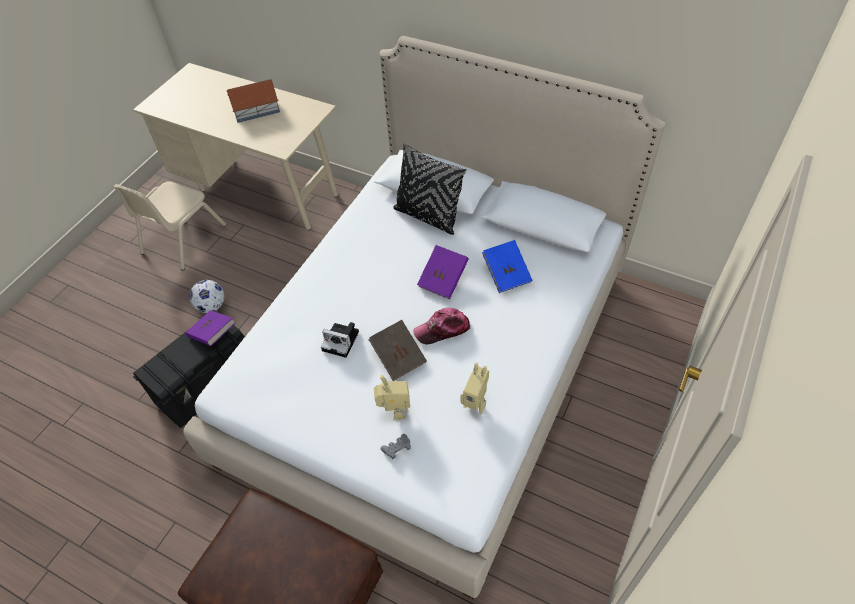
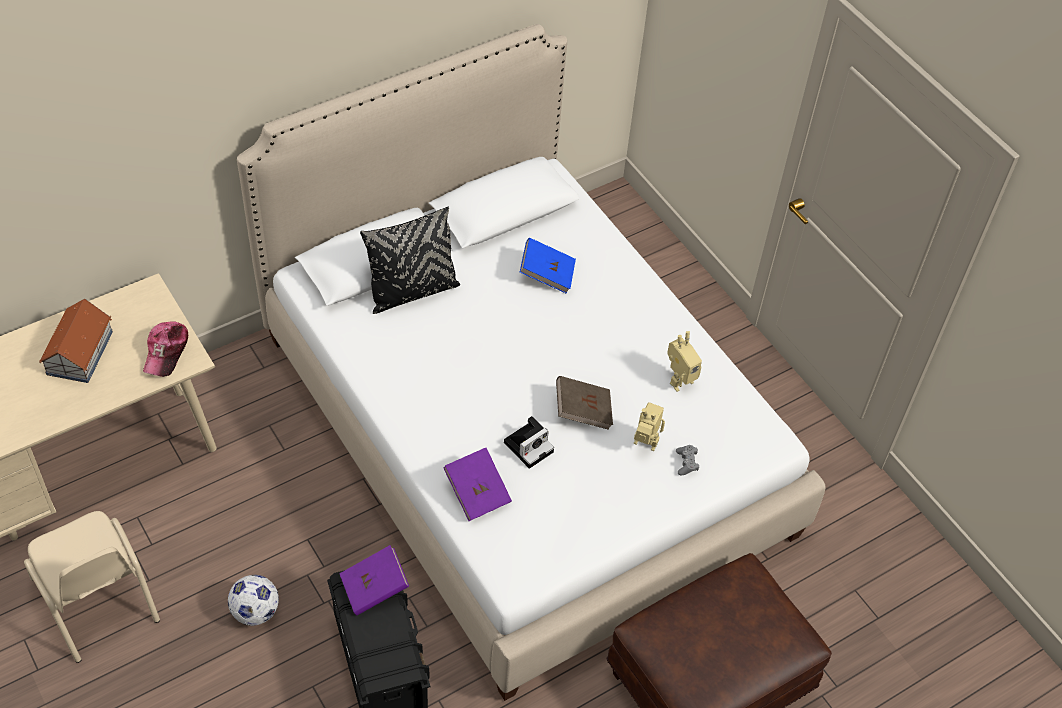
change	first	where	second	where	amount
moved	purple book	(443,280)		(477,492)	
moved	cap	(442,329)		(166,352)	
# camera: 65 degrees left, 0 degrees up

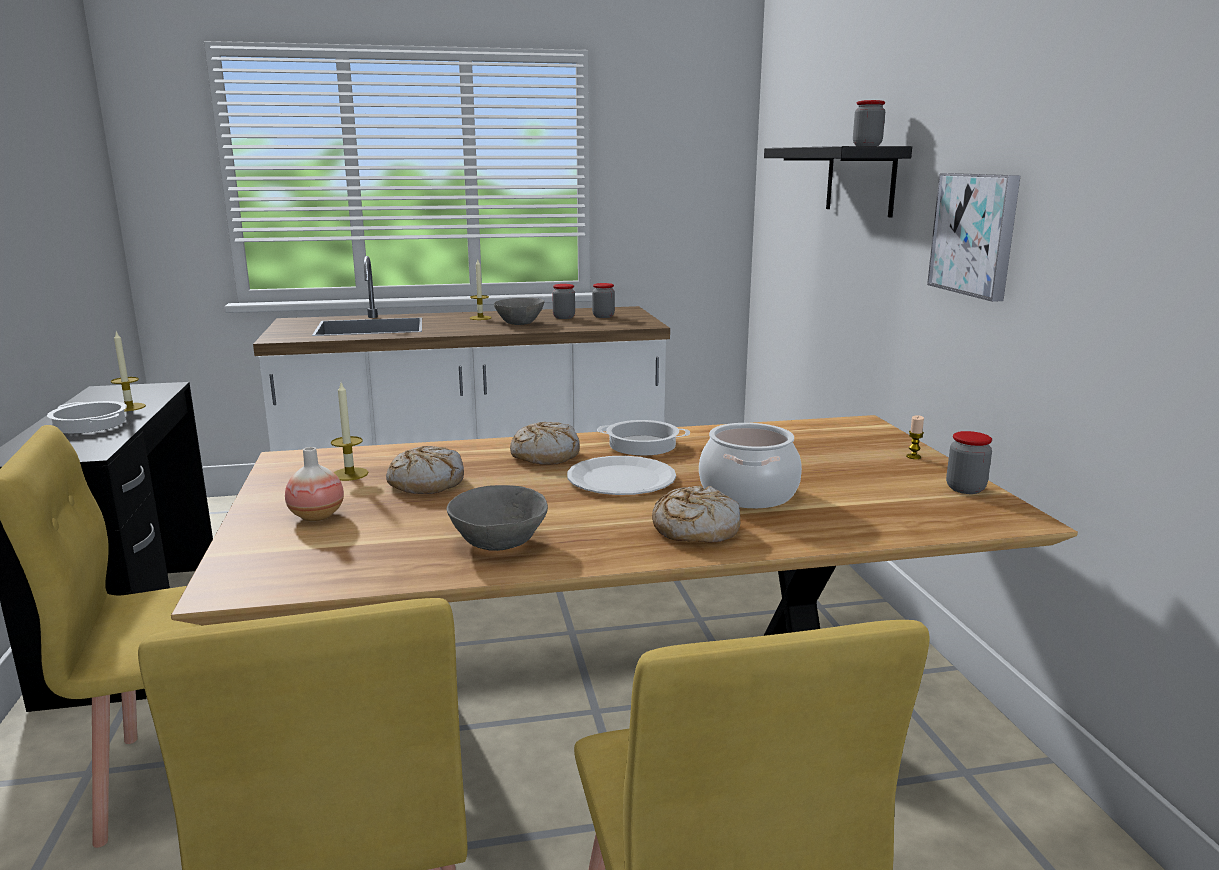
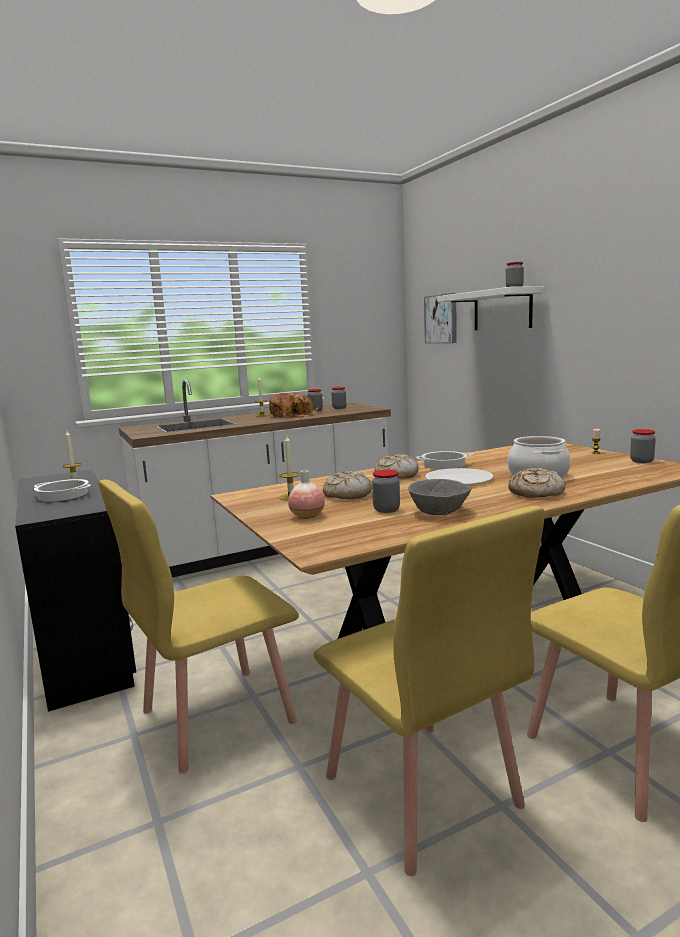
change	first	where	second	where	amount
recoloured	black shelf	(860,180)	white shelf	(502,310)	
moved	picture	(975,234)		(441,319)	
replaced	grey bowl	(519,323)	bread	(293,415)	
added			jar	(386,510)	
# camera: 15 degrees left, 5 degrees down

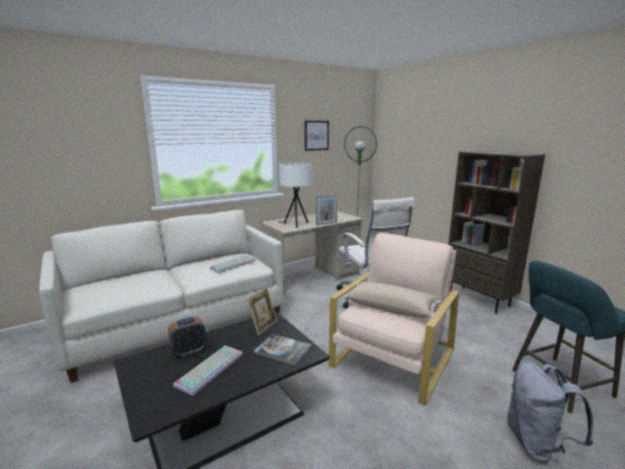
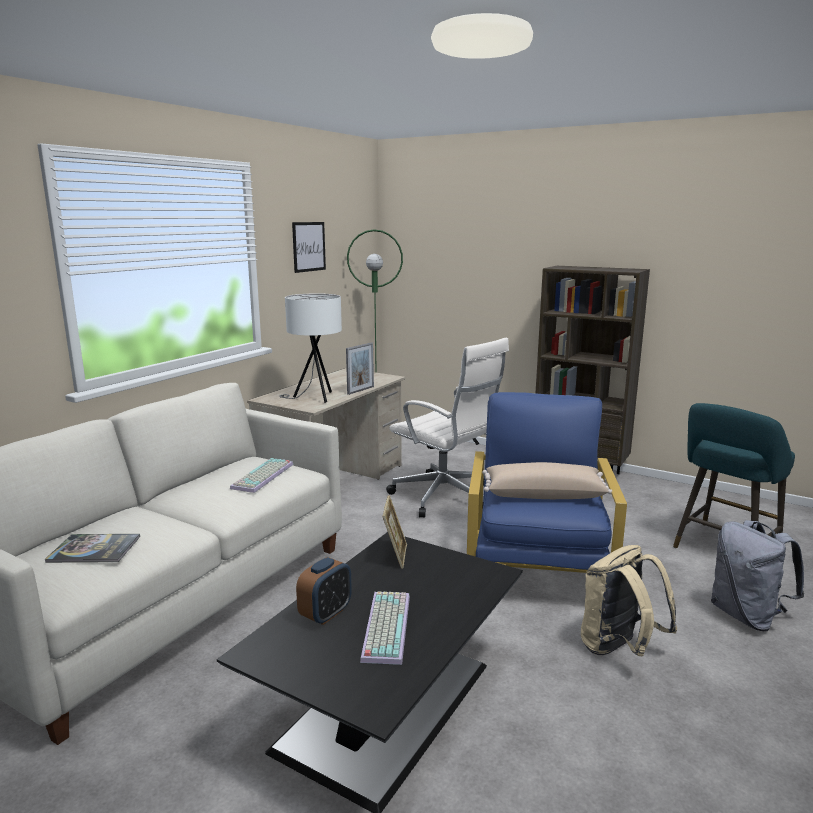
change	first	where	second	where	amount
recoloured	beige armchair	(392,358)	blue armchair	(536,567)	
moved	book	(283,350)		(94,549)	
added			beige backpack	(618,649)	
# camera: 25 degrees left, 0 degrees up

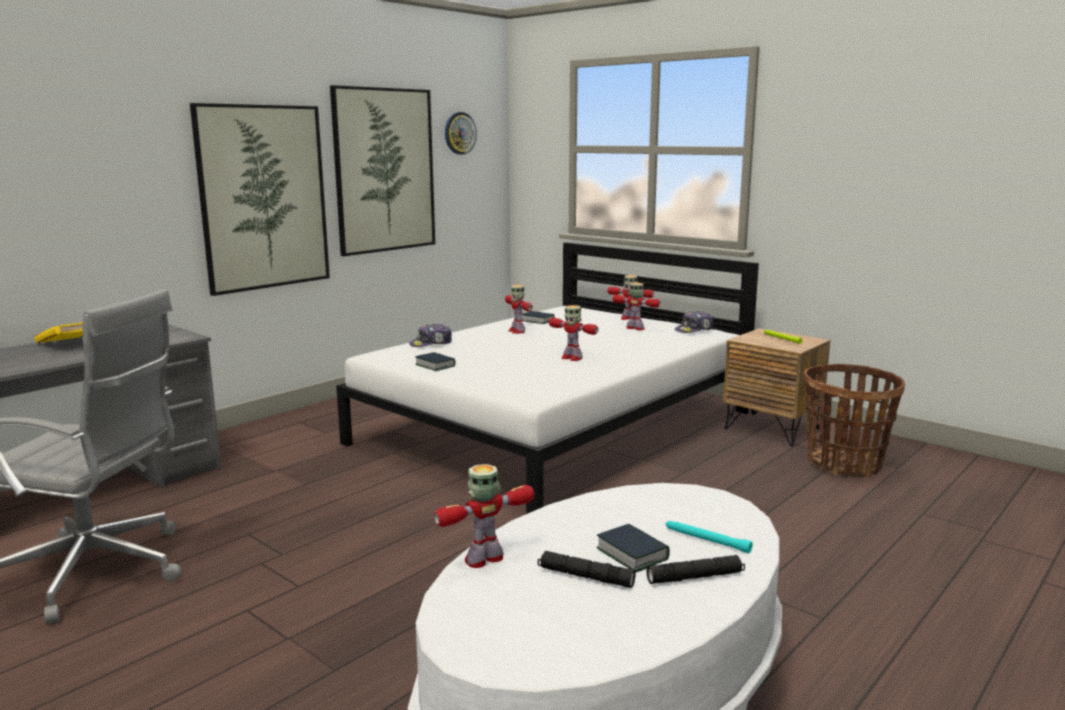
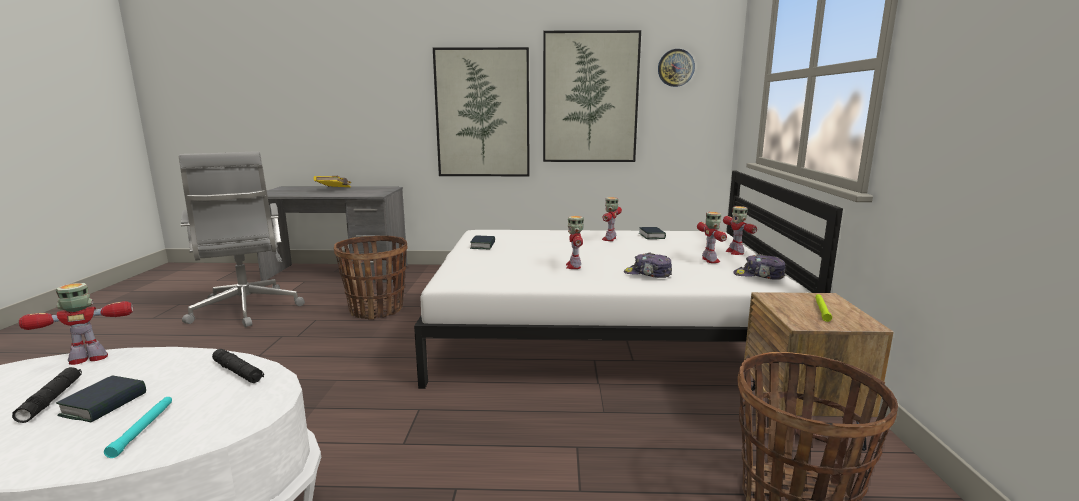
change	first	where	second	where	amount
moved	cap	(431,344)		(647,274)	
turned	toy robot	(485,559)		(90,358)	45 degrees counterclockwise
moved	black flashlight	(695,577)		(238,372)	
added			basket	(376,309)	
# camera: 50 degrees right, 0 degrees up

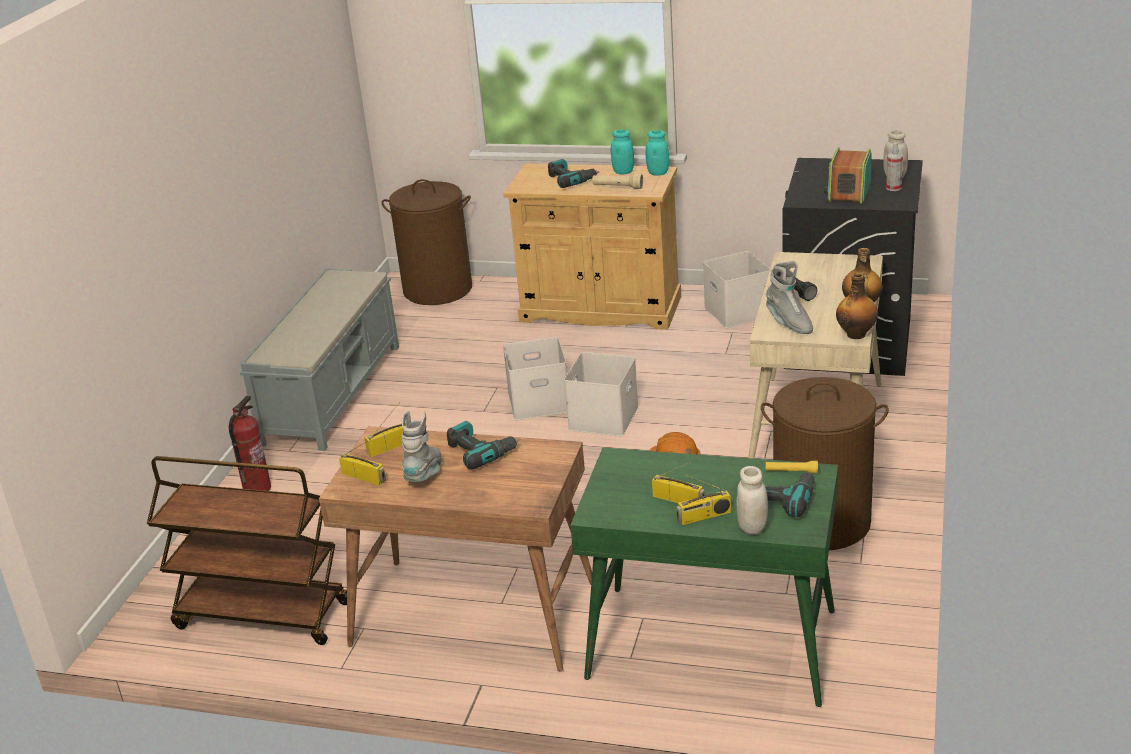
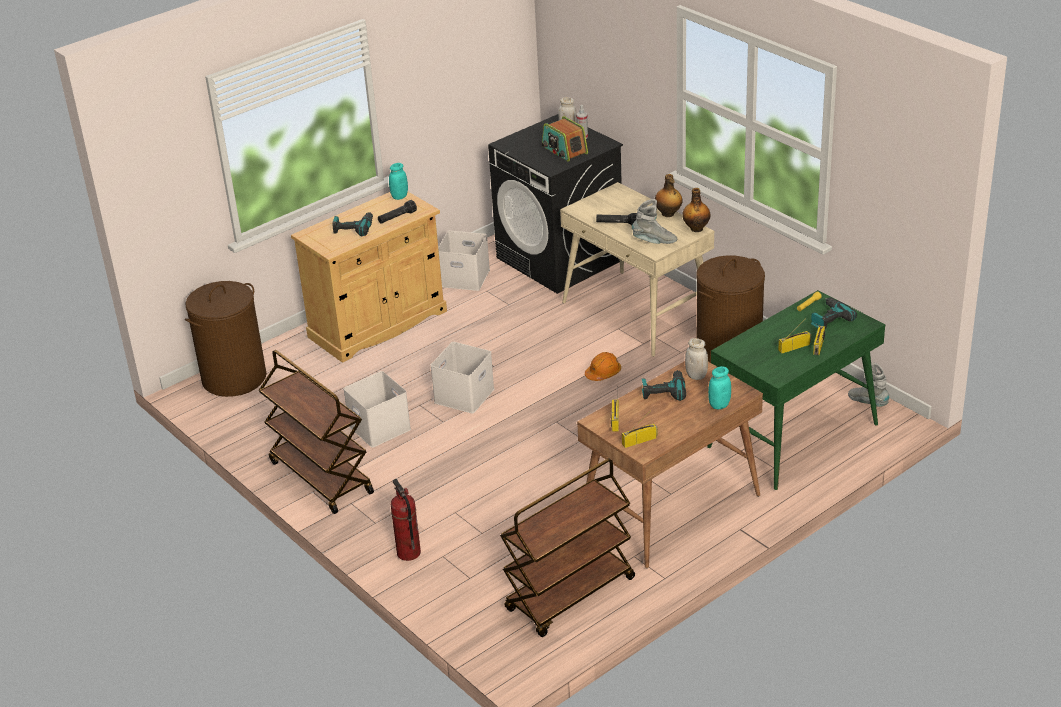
change	first	where	second	where	amount
moved	turquoise jar	(623,172)		(719,405)	
recoloured	beige flashlight	(617,187)	black flashlight	(397,218)	
replaced	grey bench	(333,393)	brown cart	(320,477)	
moved	white storage box	(602,417)		(378,427)	
moved	grey boot	(426,474)		(868,403)	
moved	white jar	(752,527)		(696,376)	
# camera: 55 degrees left, 5 degrees up

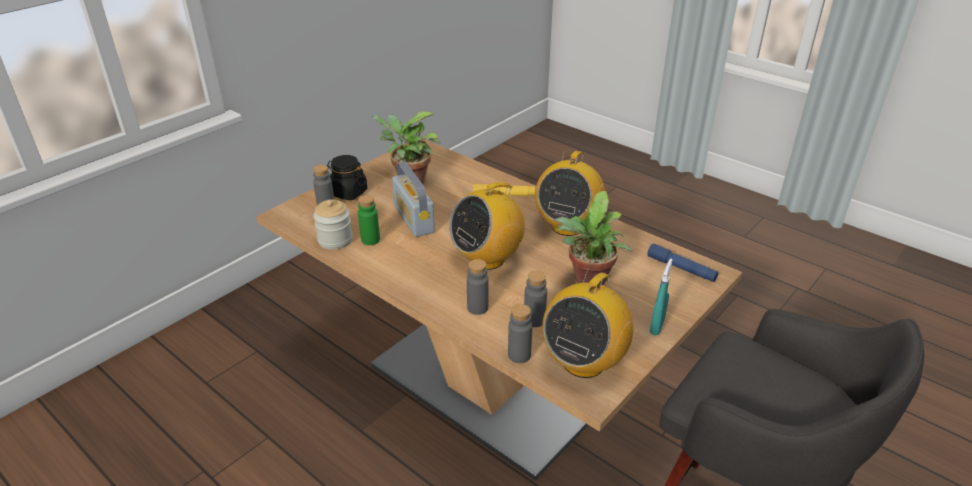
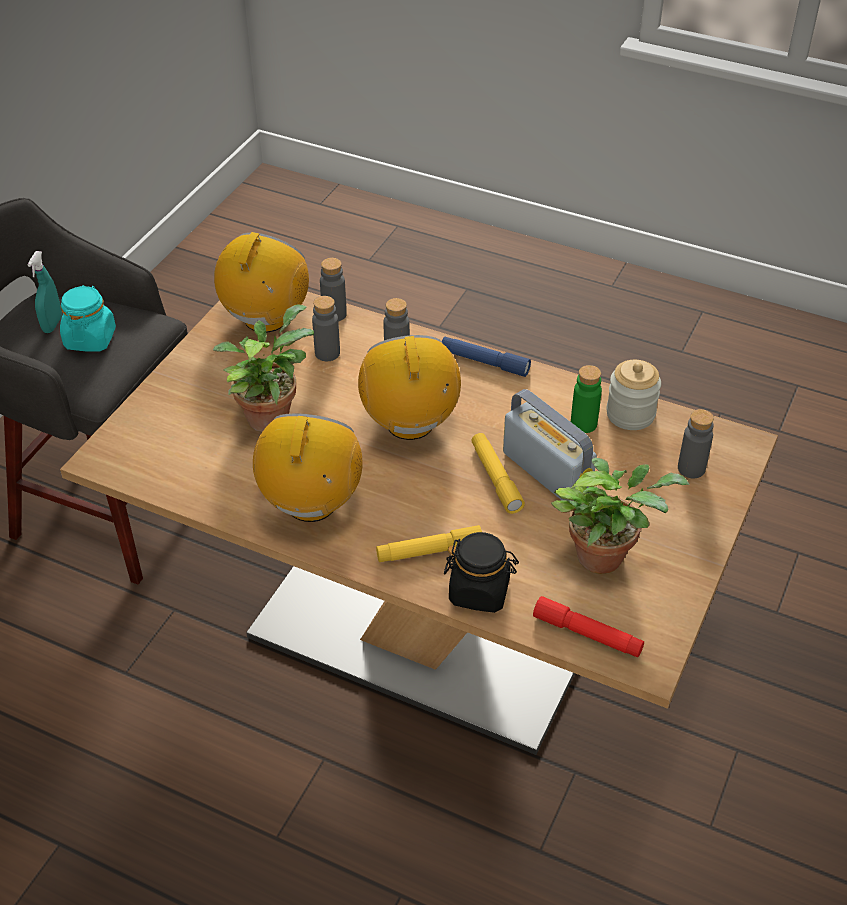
change	first	where	second	where	amount
moved	black jar	(348,192)		(479,591)	
turned	radio	(487,259)		(410,424)	45 degrees counterclockwise
moved	blue flashlight	(681,268)		(484,362)	
moved	turquoise spray bottle	(657,327)		(52,324)	
added			turquoise jar	(90,339)	
added			yellow flashlight	(495,478)	
added			red flashlight	(587,634)	
# camera: 165 degrees right, 10 degrees up

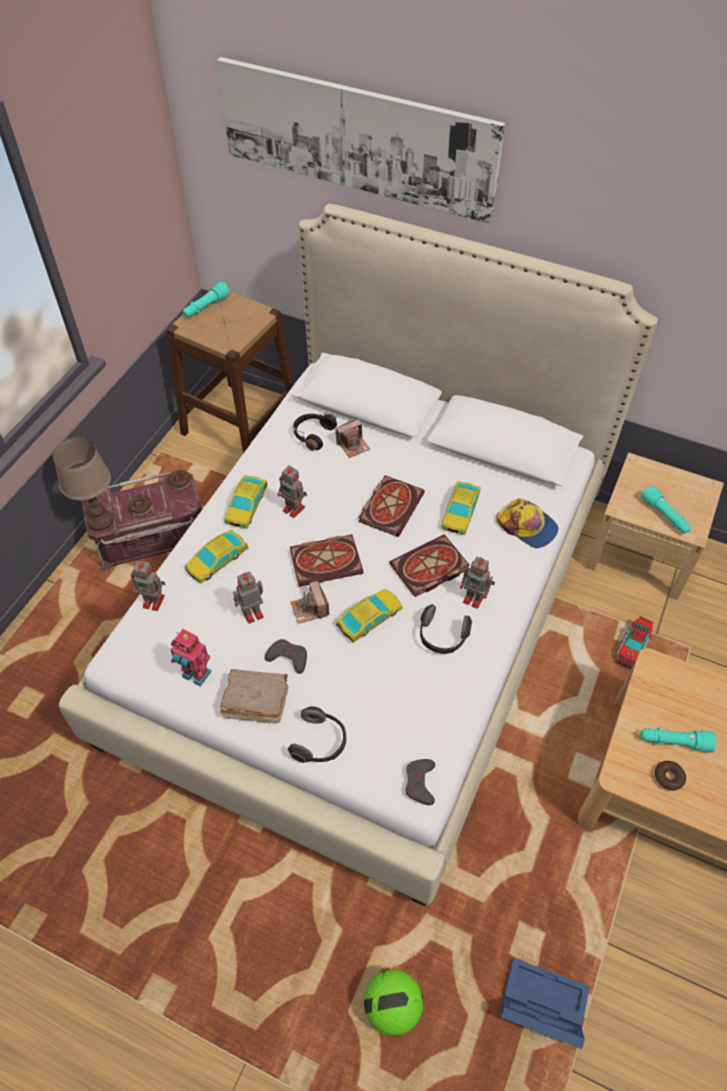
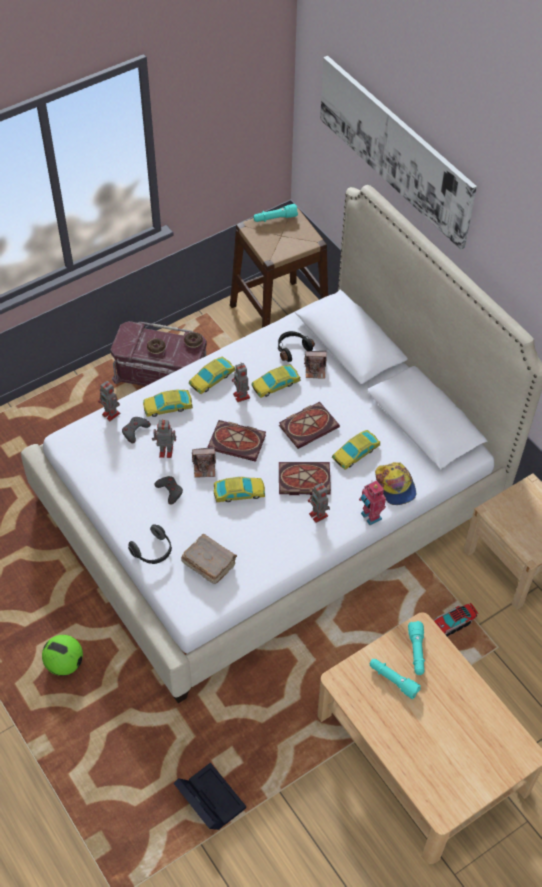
change	first	where	second	where	amount
removed	brown table lamp	(100,521)			
moved	turquoise flashlight	(665,516)		(416,652)	
turned	photo camera	(310,609)		(204,467)	105 degrees counterclockwise
removed	headphones	(442,637)			
moved	toy robot	(195,675)		(370,517)	
moved	brown book	(255,701)		(208,563)	
moved	grey game controller	(420,783)		(135,431)	
removed	donut	(668,777)			
recoloured	blue storage box	(540,1005)	black storage box	(208,799)	
moved	football	(392,1007)		(64,664)	
added			toy car	(276,384)	
# camera: 30 degrees right, 0 degrees up

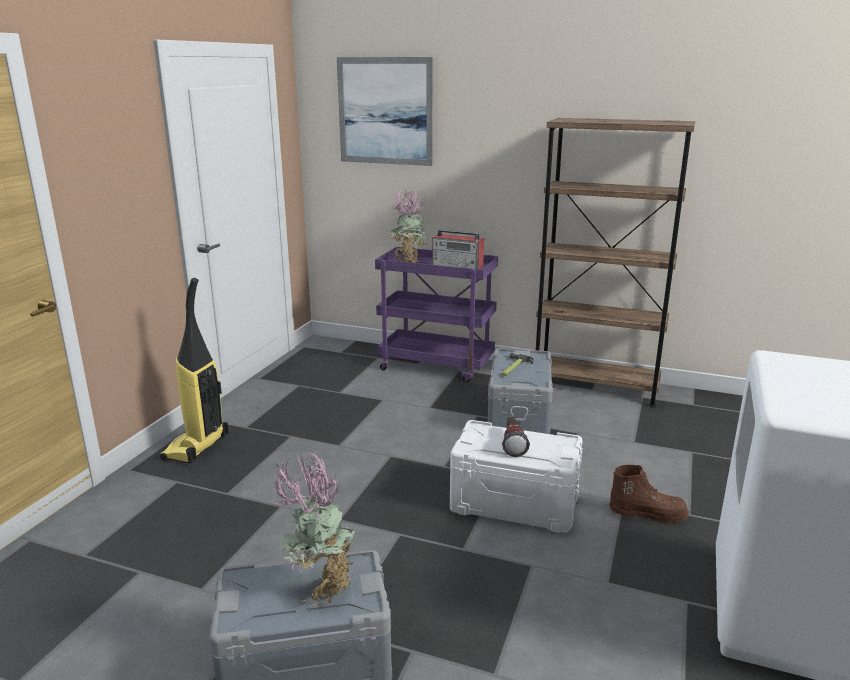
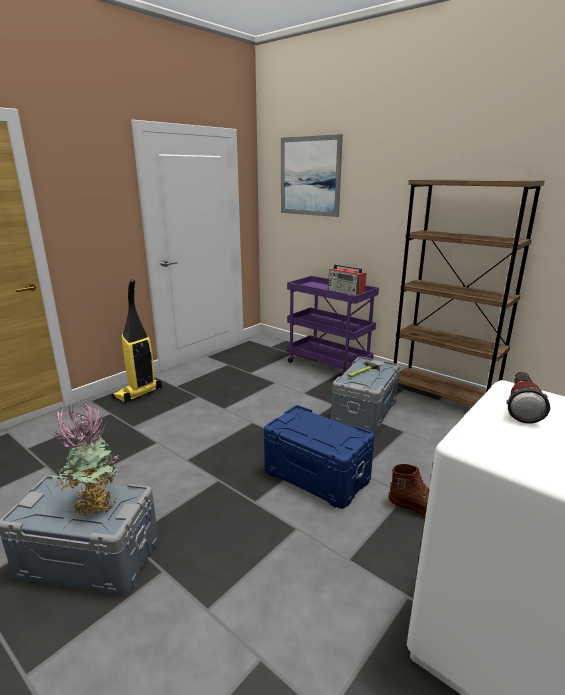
change	first	where	second	where	amount
removed	potted plant	(408,261)			
moved	flashlight	(512,443)		(521,407)	
recoloured	white storage box	(514,504)	blue storage box	(316,476)	
# camera: 20 degrees right, 0 degrees up

